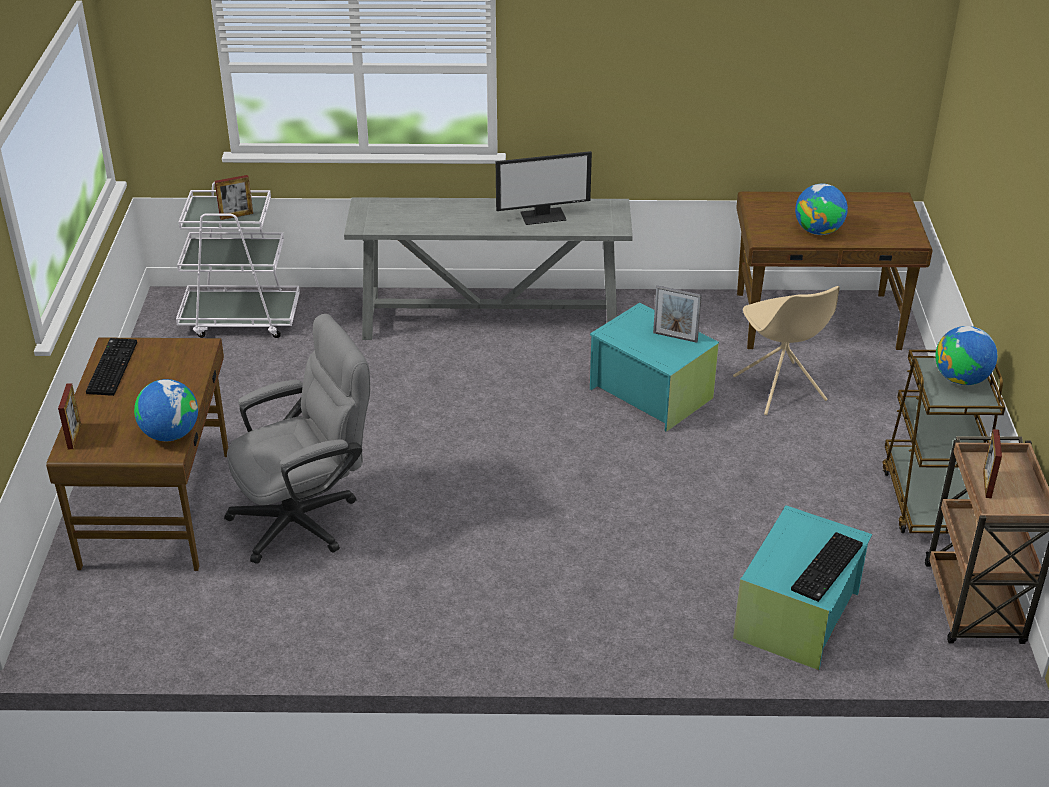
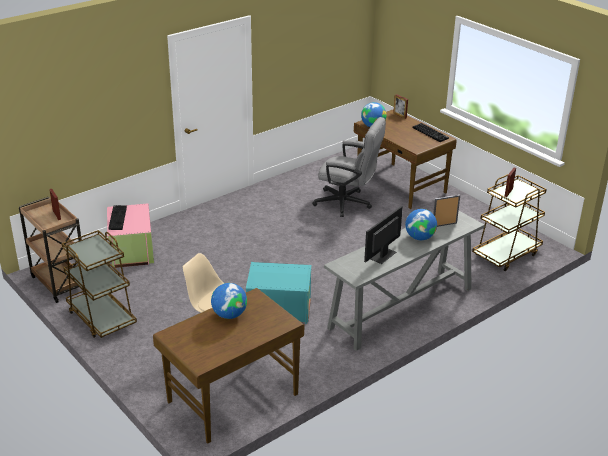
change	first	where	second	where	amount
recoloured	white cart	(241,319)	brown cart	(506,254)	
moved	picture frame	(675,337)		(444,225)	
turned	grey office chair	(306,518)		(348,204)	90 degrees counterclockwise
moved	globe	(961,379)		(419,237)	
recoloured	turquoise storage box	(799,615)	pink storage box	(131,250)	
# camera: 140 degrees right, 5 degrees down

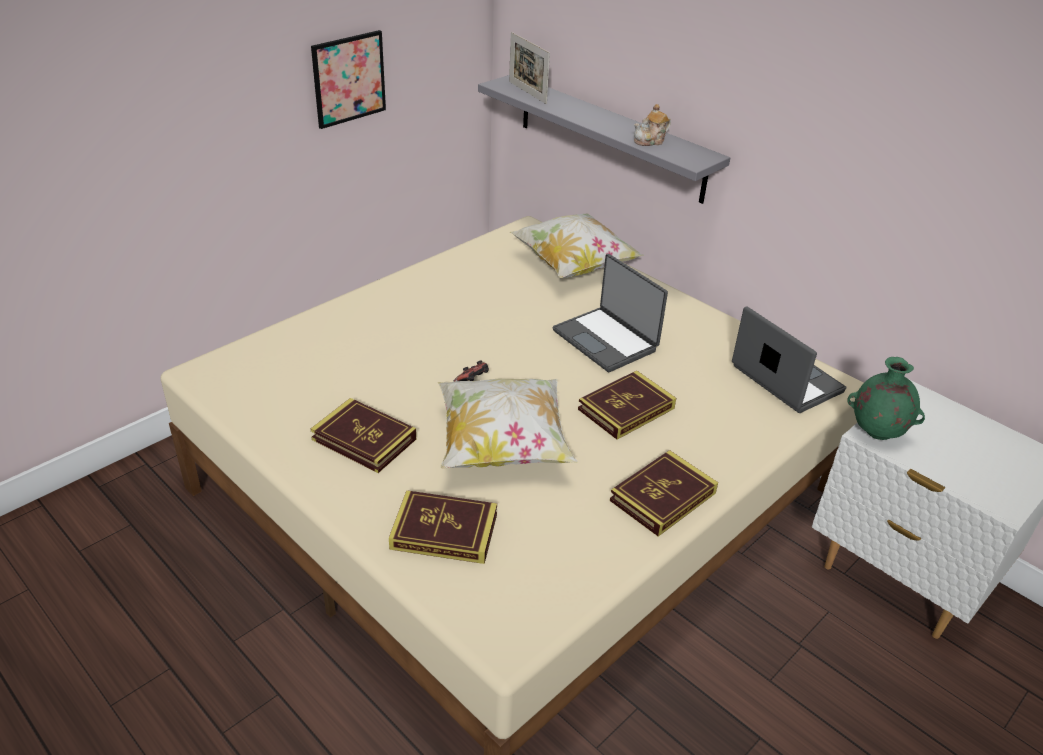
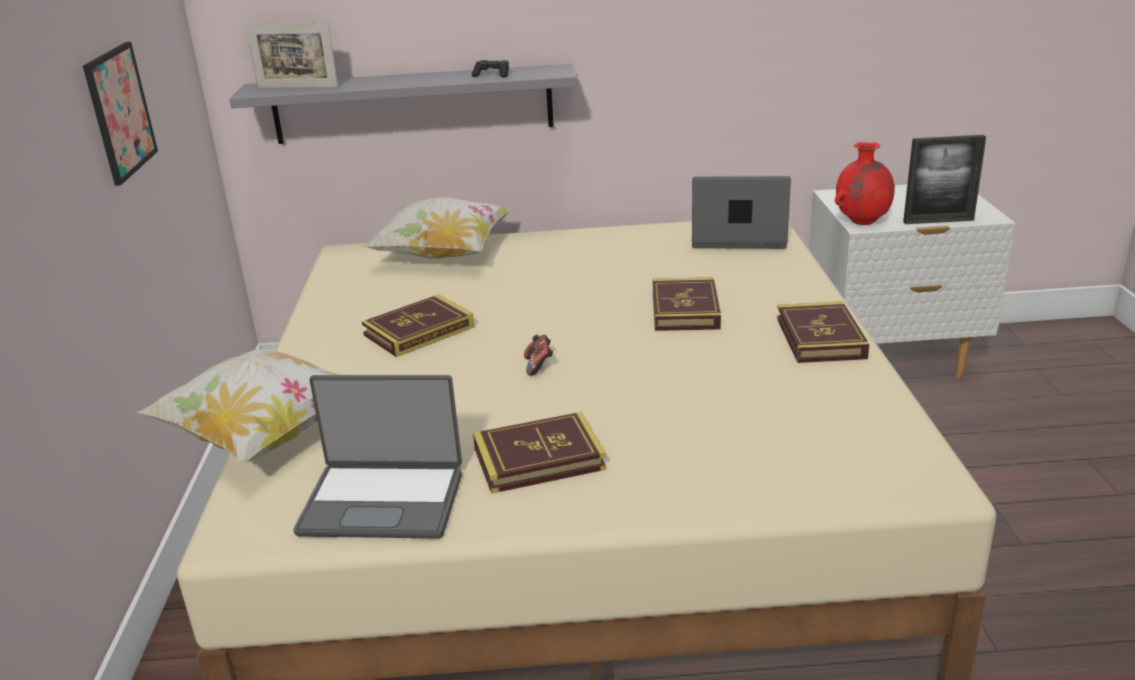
change	first	where	second	where	amount
replaced	teapot	(650,141)	black game controller	(492,75)	
moved	laptop	(606,340)		(383,501)	
recoloured	green vase	(876,433)	red vase	(861,222)	
moved	pillow	(502,445)		(264,435)	
moved	book	(444,531)		(419,331)	
added			picture frame	(938,221)	
# camera: 45 degrees left, 10 degrees down

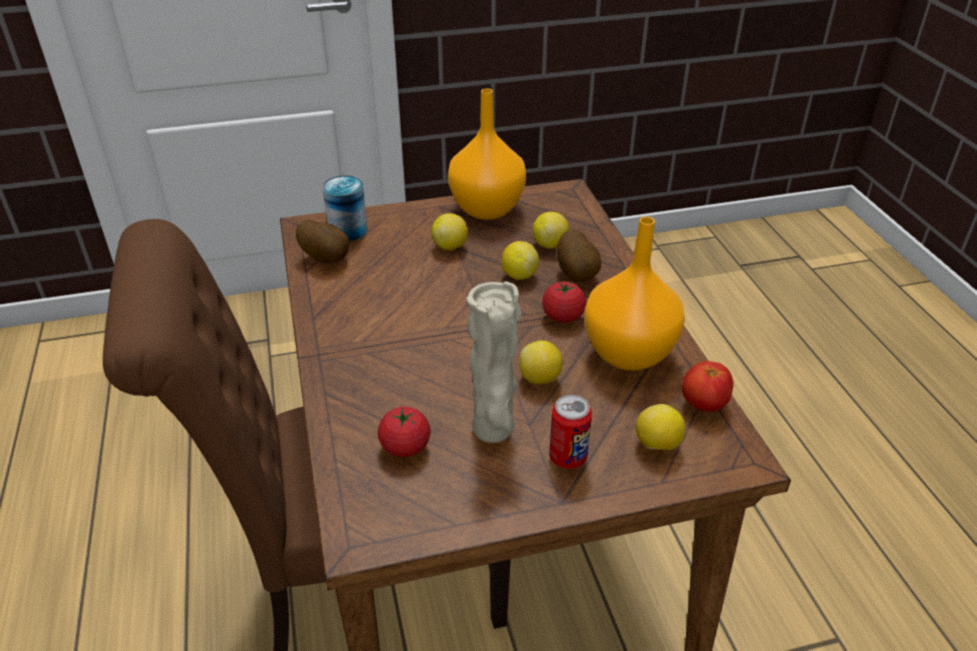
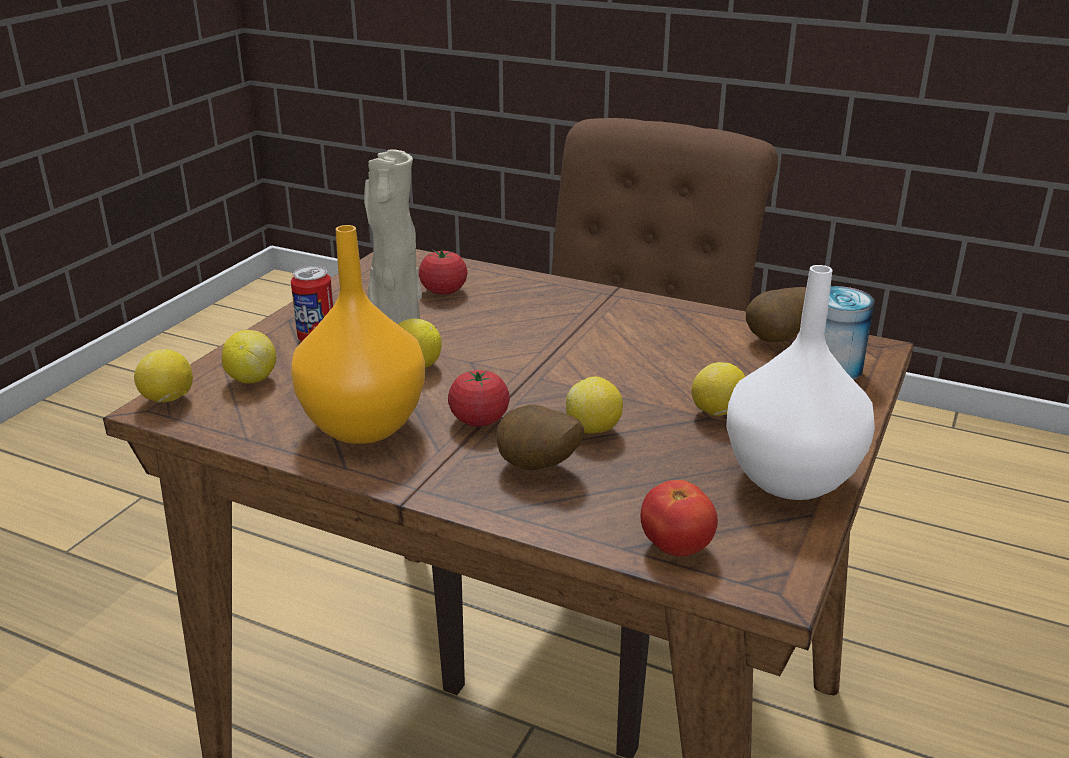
change	first	where	second	where	amount
recoloured	orange vase	(488,208)	white vase	(790,480)	
moved	lemon	(550,244)		(168,400)	
moved	tomato	(703,404)		(676,547)	
# camera: 130 degrees right, 10 degrees down

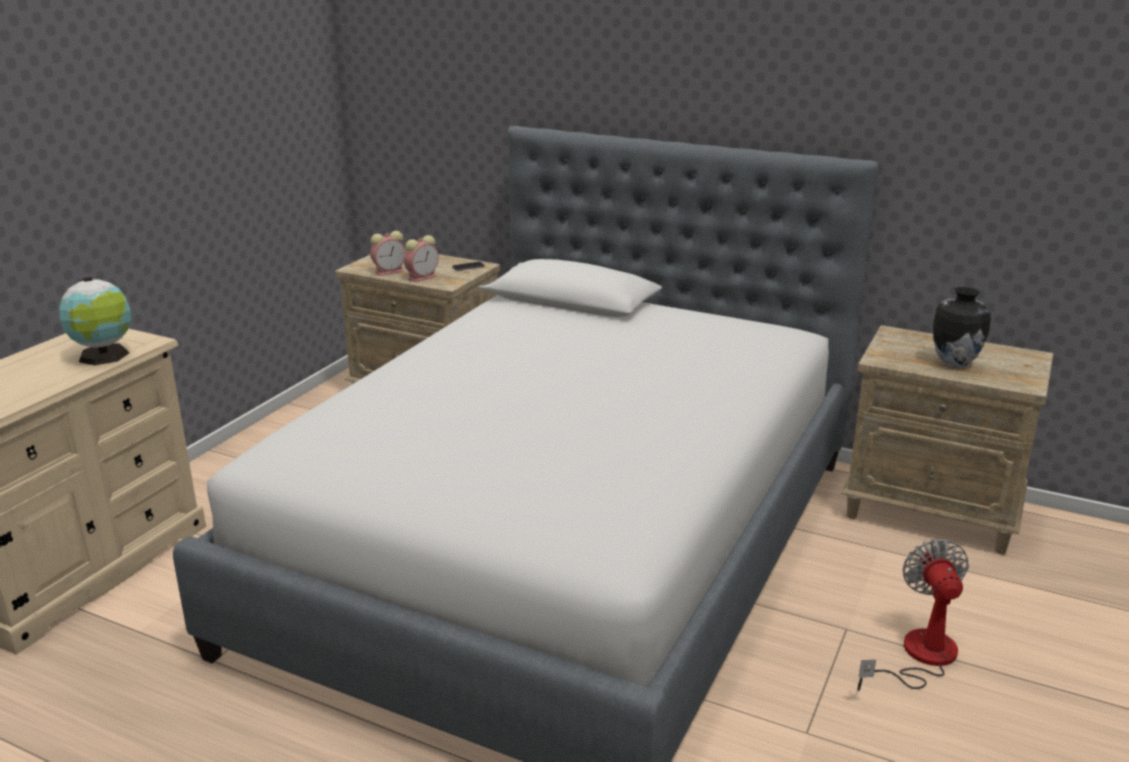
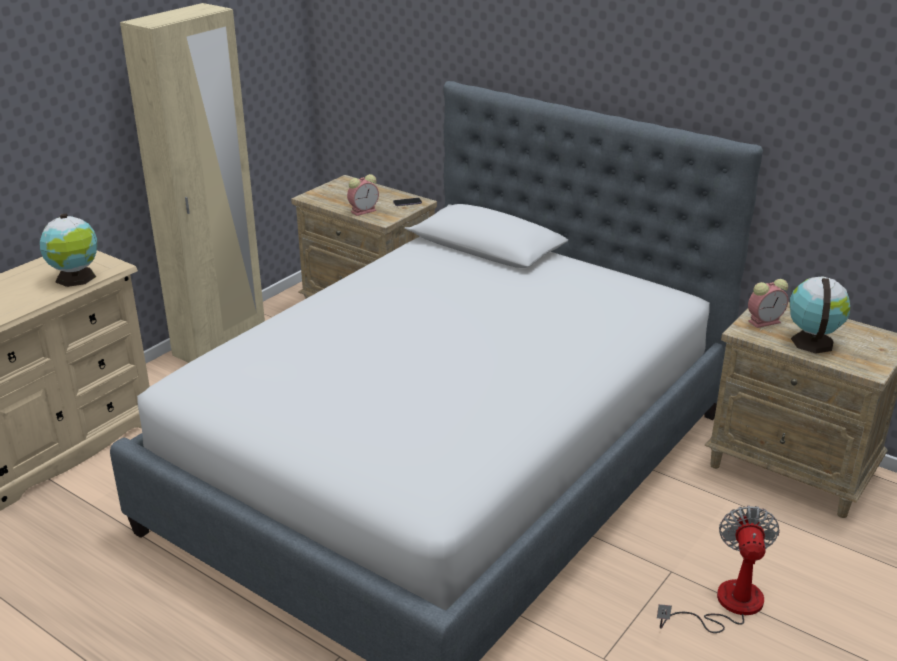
change	first	where	second	where	amount
moved	alarm clock	(390,271)		(765,321)	
replaced	vase	(953,363)	globe	(812,341)	
added			beige wardrobe	(220,342)	
# camera: 10 degrees right, 5 degrees up

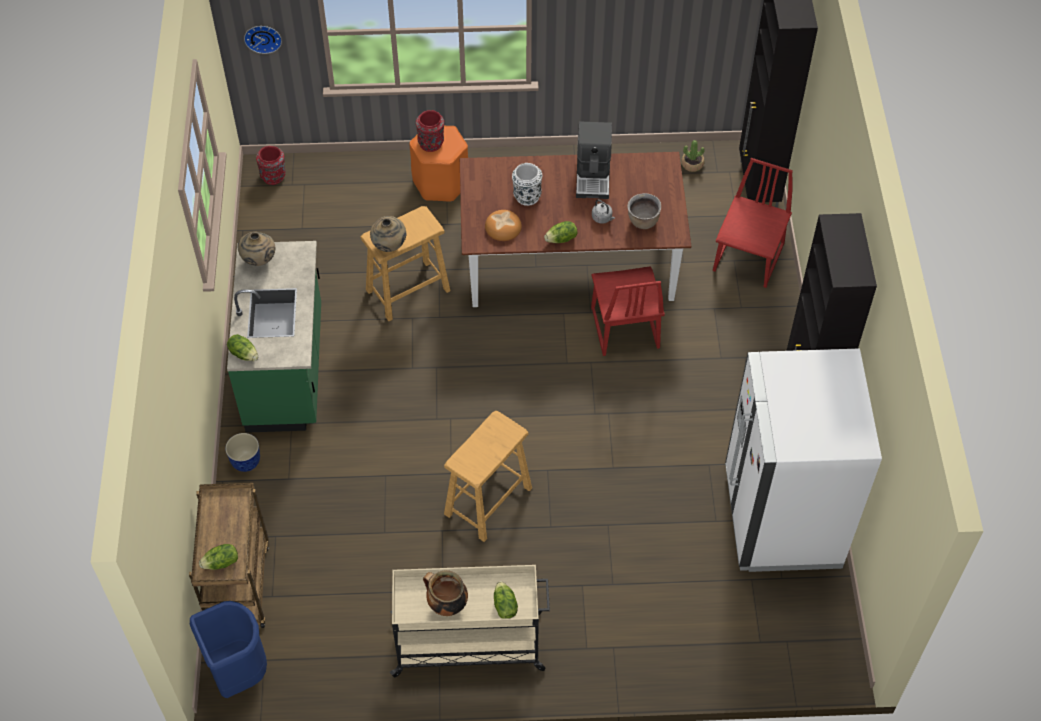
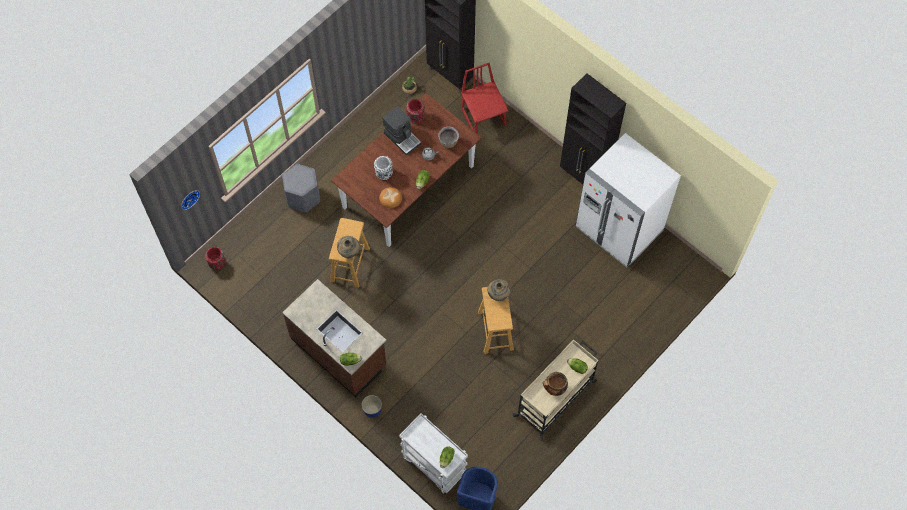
change	first	where	second	where	amount
moved	red vase	(431,143)		(415,117)	
recoloured	orange stool	(441,183)	grey stool	(303,197)	
moved	beige vase	(259,261)		(498,295)	
recoloured	green counter	(287,369)	brown counter	(339,351)	
removed	red chair	(624,328)			
recoloured	brown cart	(238,584)	white cart	(433,464)	
# camera: 45 degrees left, 10 degrees up

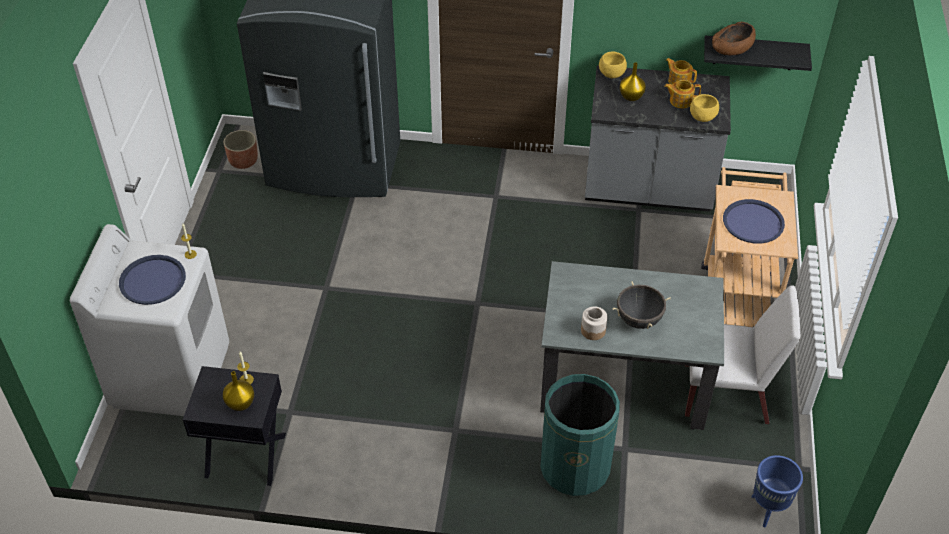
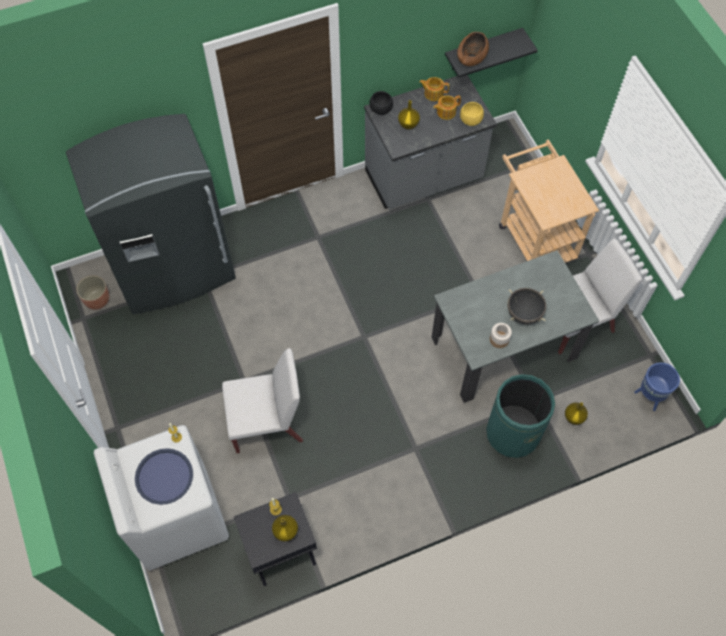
change	first	where	second	where	amount
recoloured	yellow bowl	(612,74)	black bowl	(381,110)	
removed	blue tray	(753,222)			
added			white chair	(267,422)	
added			yellow vase	(574,418)	
# camera: 30 degrees left, 15 degrees up

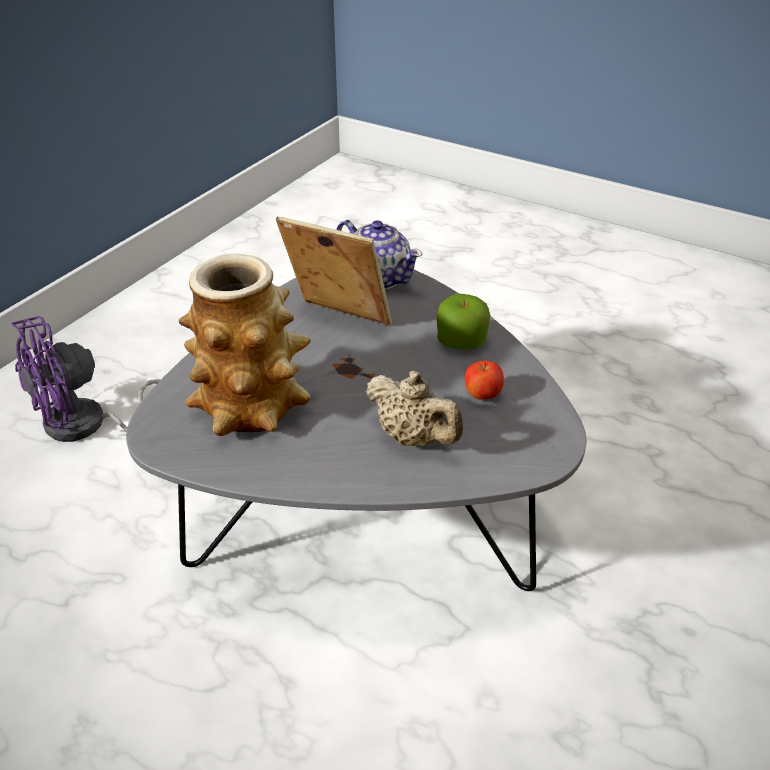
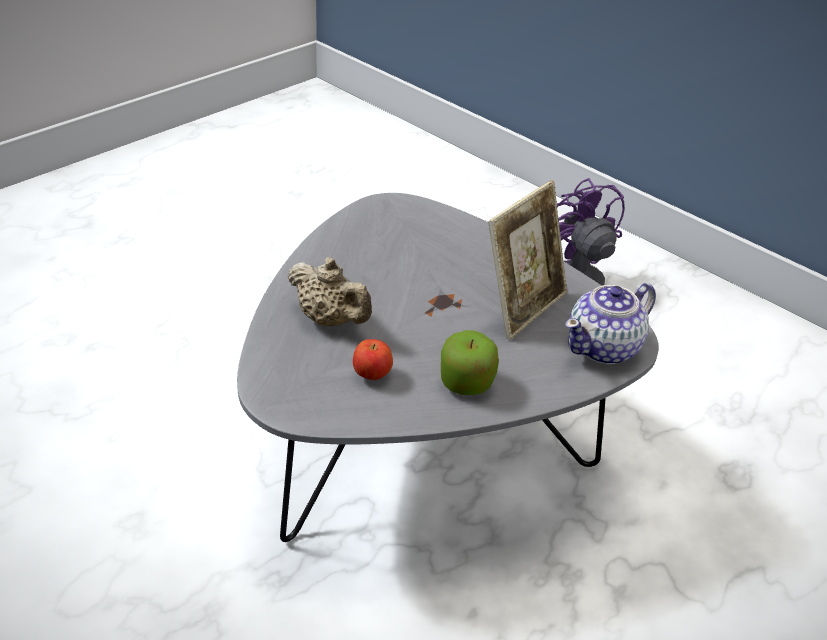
change	first	where	second	where	amount
removed	vase	(252,406)			
turned	beige teapot	(413,438)		(330,320)	105 degrees counterclockwise
# camera: 100 degrees right, 0 degrees up

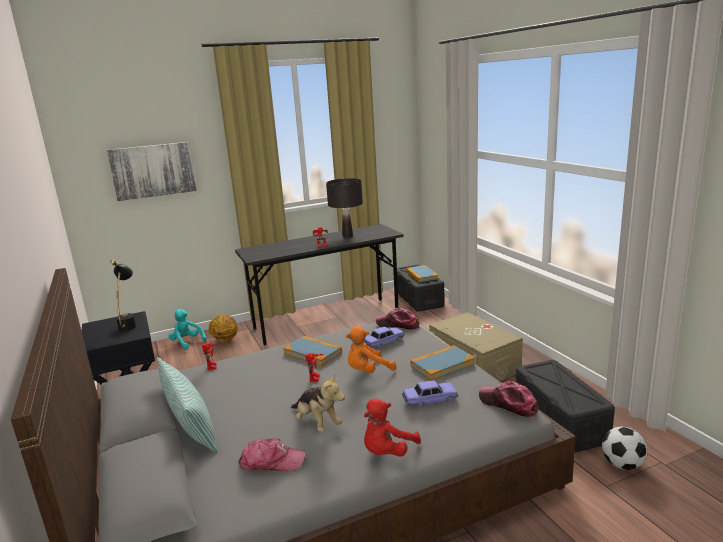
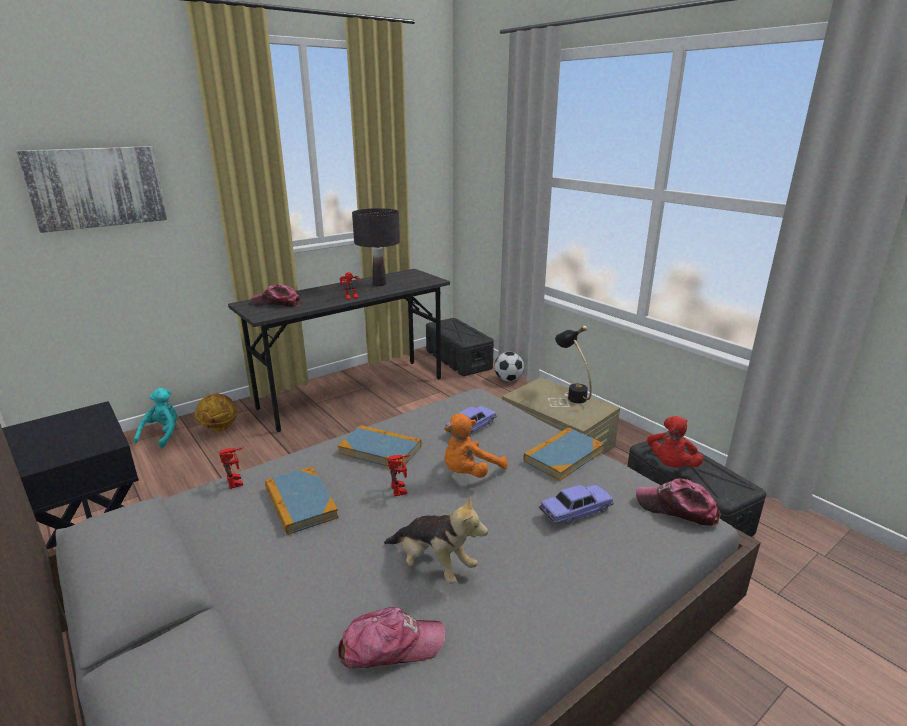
change	first	where	second	where	amount
moved	black table lamp	(129,324)		(571,395)	
moved	book	(421,275)		(300,502)	
moved	cap	(398,325)		(277,303)	
turned	turquoise plush toy	(187,342)		(163,435)	75 degrees clockwise
removed	pillow	(190,425)			
moved	red plush toy	(387,452)		(670,466)	
moved	football	(622,465)		(508,379)	
# camera: 15 degrees left, 5 degrees up

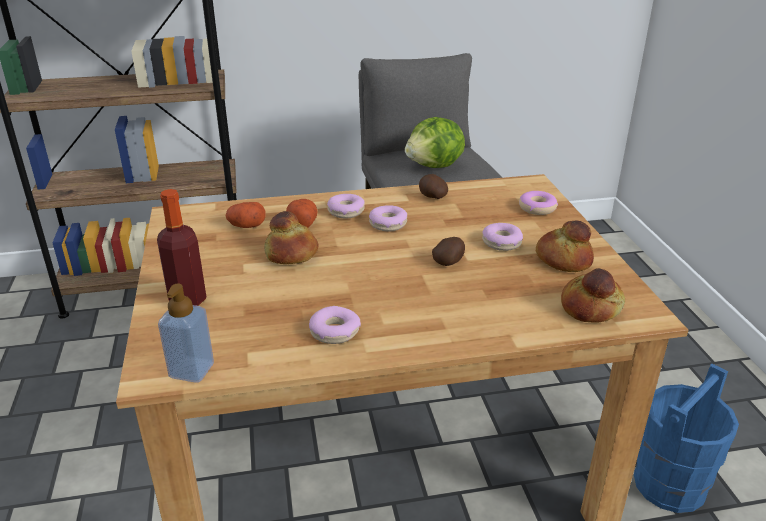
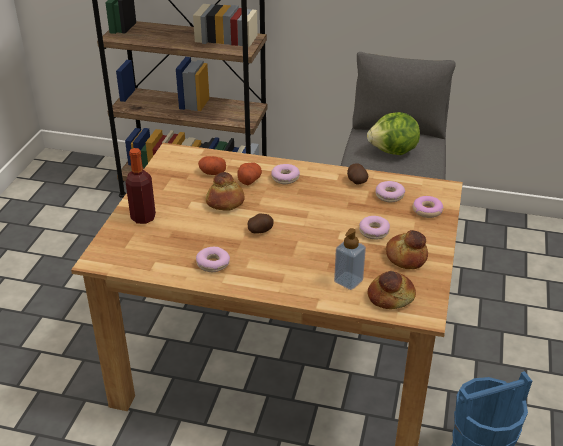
change	first	where	second	where	amount
moved	donut	(388,224)		(389,195)	
moved	potato	(449,262)		(260,231)	
moved	soap dispenser	(191,370)		(348,281)	
# camera: 25 degrees right, 5 degrees up

